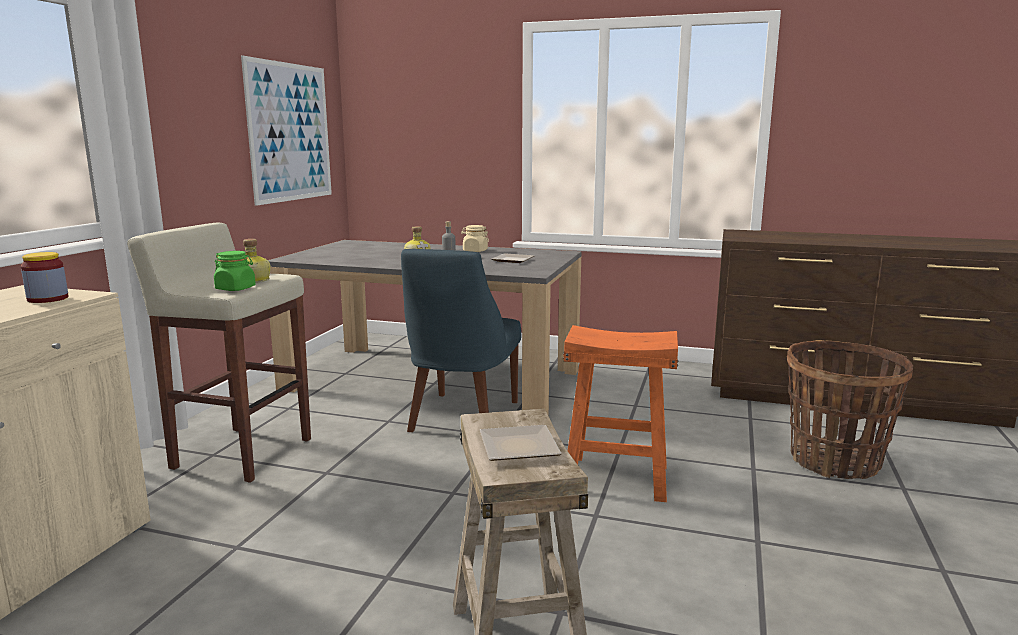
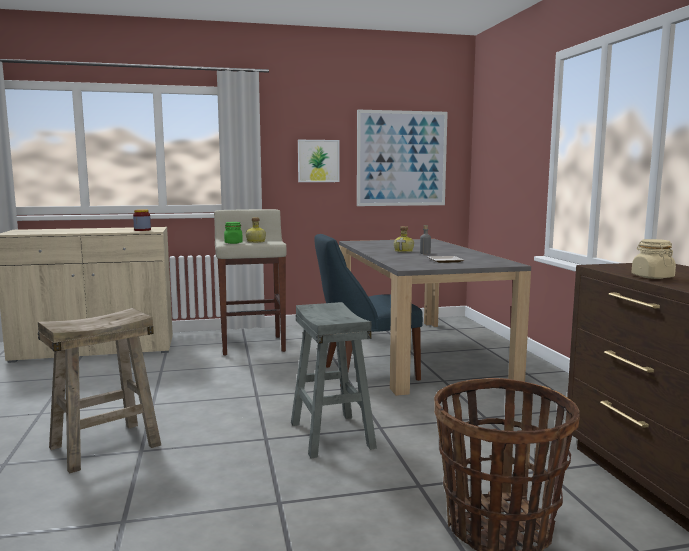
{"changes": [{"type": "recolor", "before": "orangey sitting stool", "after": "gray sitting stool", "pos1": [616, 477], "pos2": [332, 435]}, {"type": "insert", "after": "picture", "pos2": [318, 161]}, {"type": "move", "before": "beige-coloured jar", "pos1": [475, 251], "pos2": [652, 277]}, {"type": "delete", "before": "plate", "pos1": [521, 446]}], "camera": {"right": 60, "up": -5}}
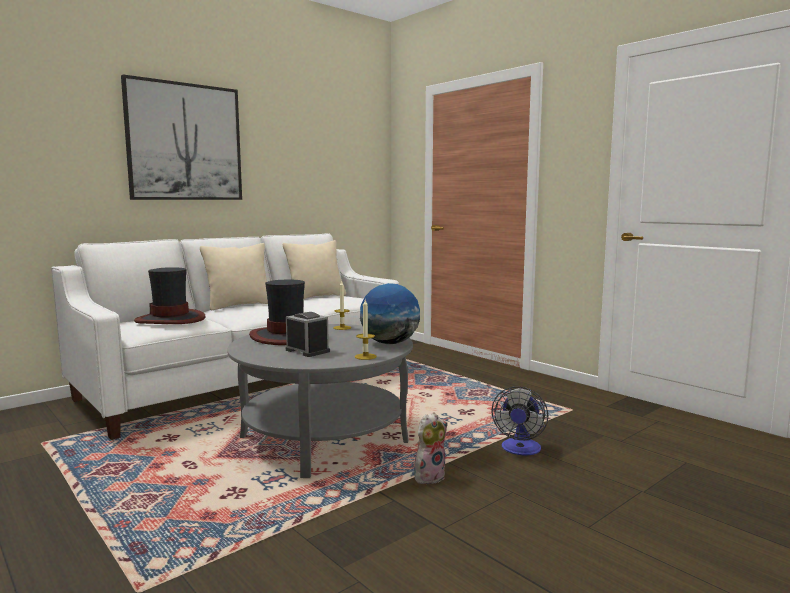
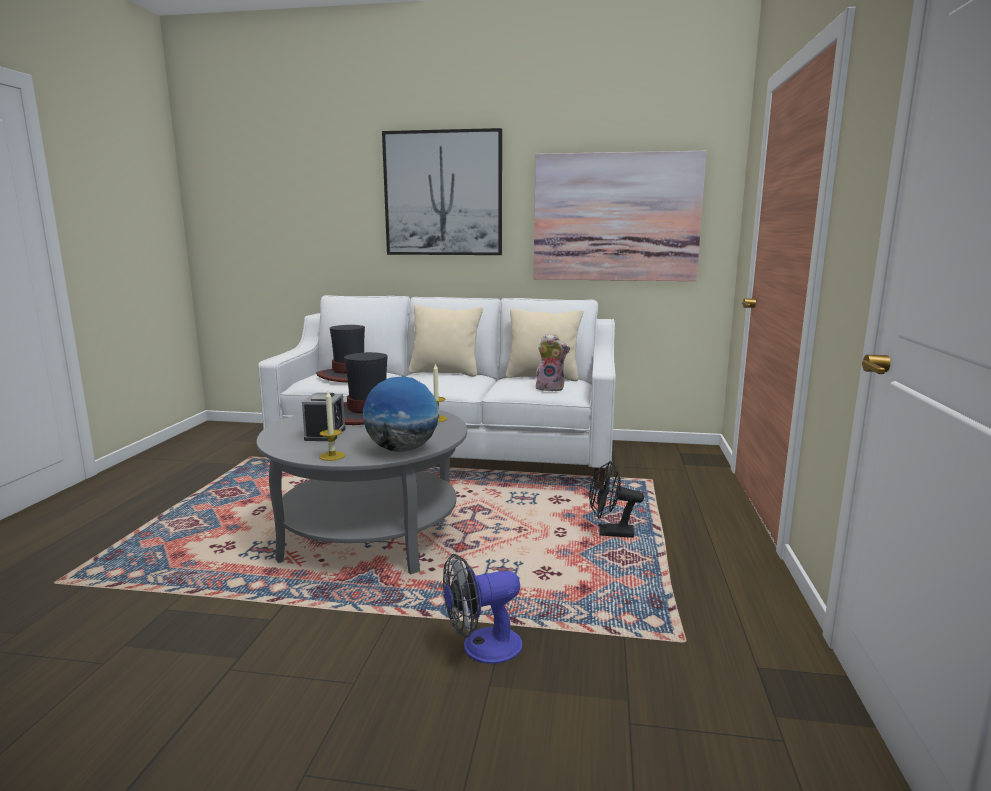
{"changes": [{"type": "insert", "after": "picture", "pos2": [616, 217]}, {"type": "move", "before": "plush toy", "pos1": [429, 476], "pos2": [551, 388]}, {"type": "insert", "after": "blackish cooling fan", "pos2": [609, 533]}], "camera": {"right": 50, "up": 5}}
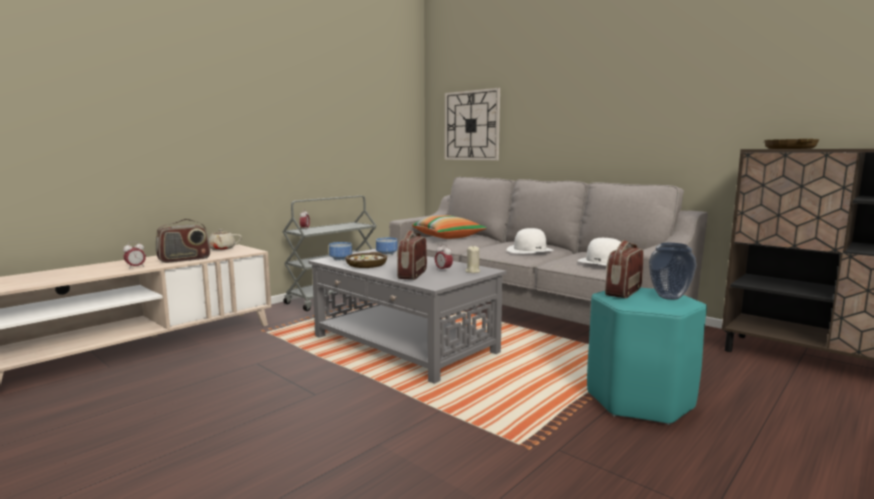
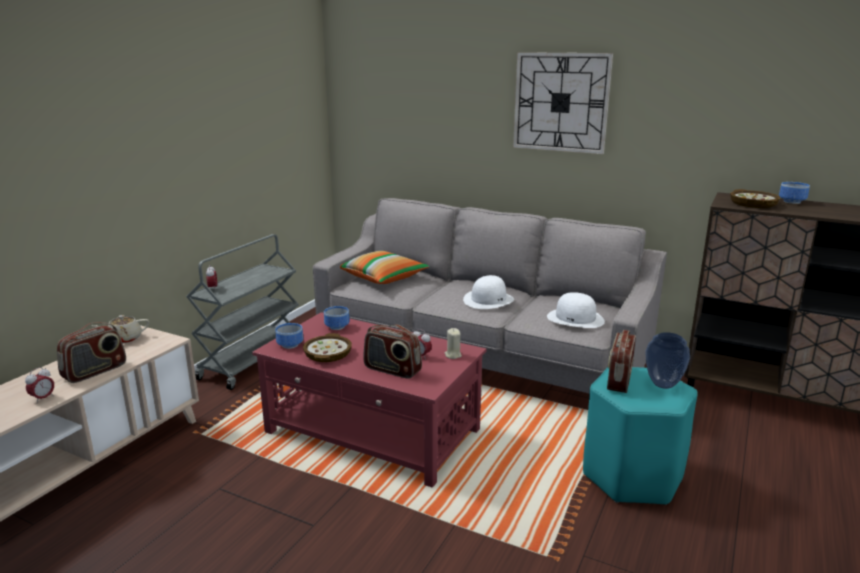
{"changes": [{"type": "recolor", "before": "gray coffee table", "after": "red coffee table", "pos1": [404, 344], "pos2": [373, 431]}, {"type": "rotate", "before": "radio set", "pos1": [412, 274], "pos2": [392, 370], "turn": -60}, {"type": "move", "before": "clock on the wall", "pos1": [471, 125], "pos2": [561, 102]}, {"type": "insert", "after": "deep dish", "pos2": [790, 201]}], "camera": {"right": -15, "up": 10}}
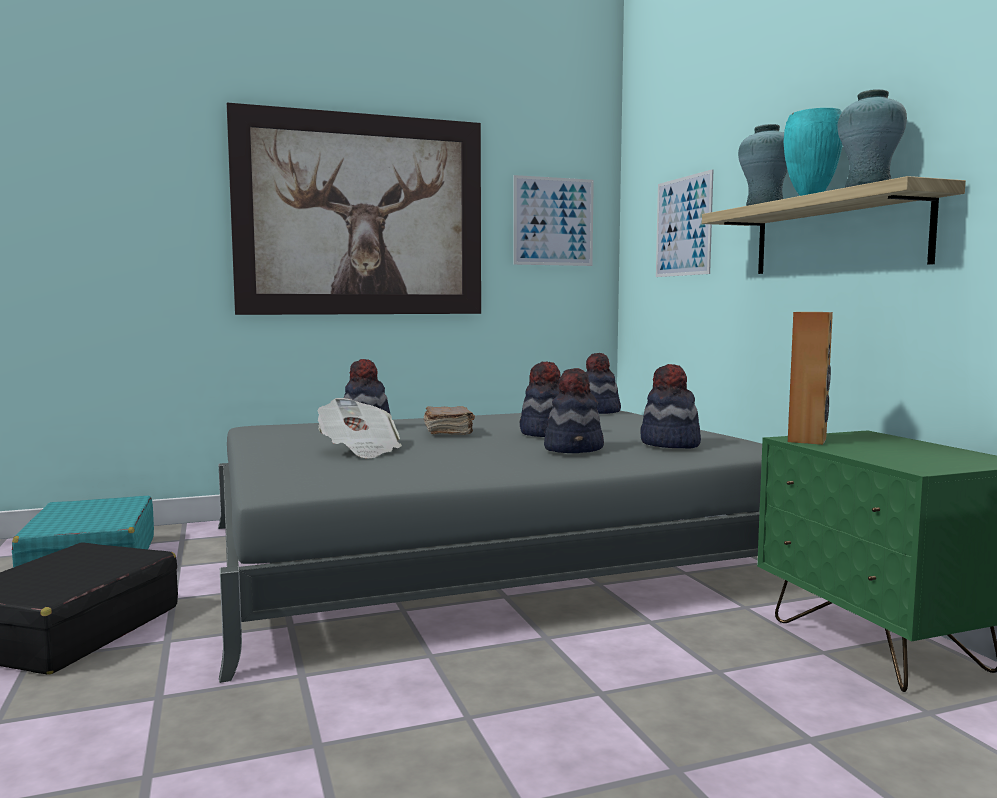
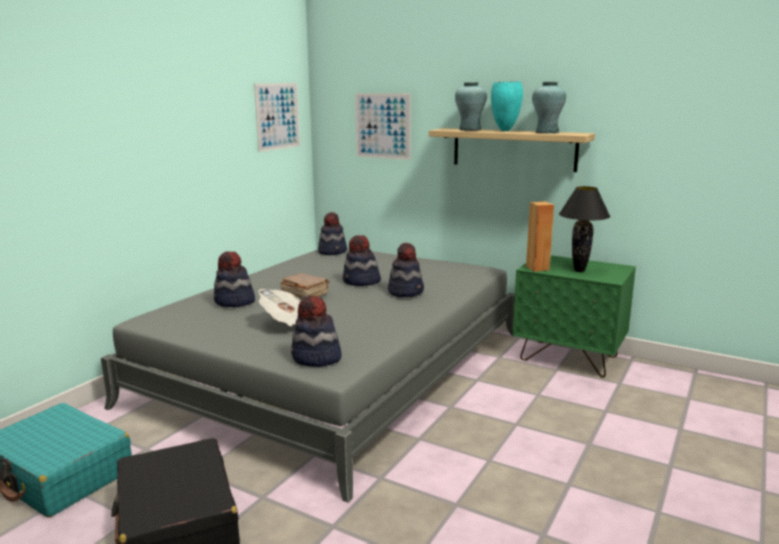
{"changes": [{"type": "move", "before": "wearable hat", "pos1": [669, 444], "pos2": [316, 358]}, {"type": "insert", "after": "blackish table lamp", "pos2": [580, 271]}, {"type": "delete", "before": "picture", "pos1": [361, 215]}], "camera": {"right": -40, "up": 10}}
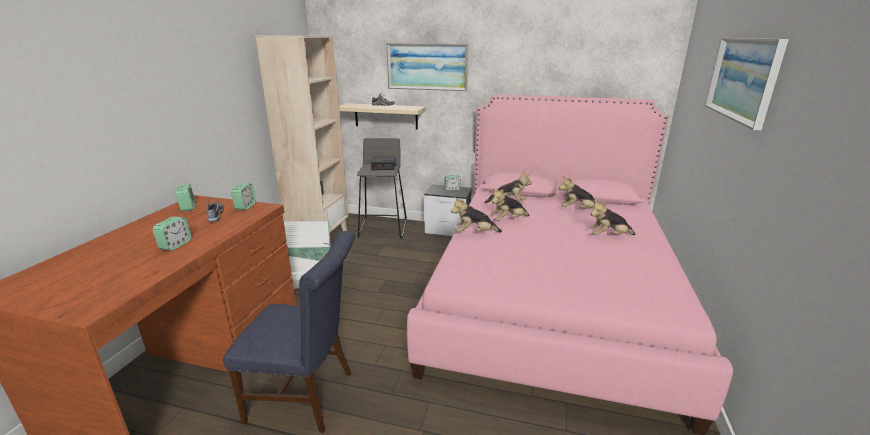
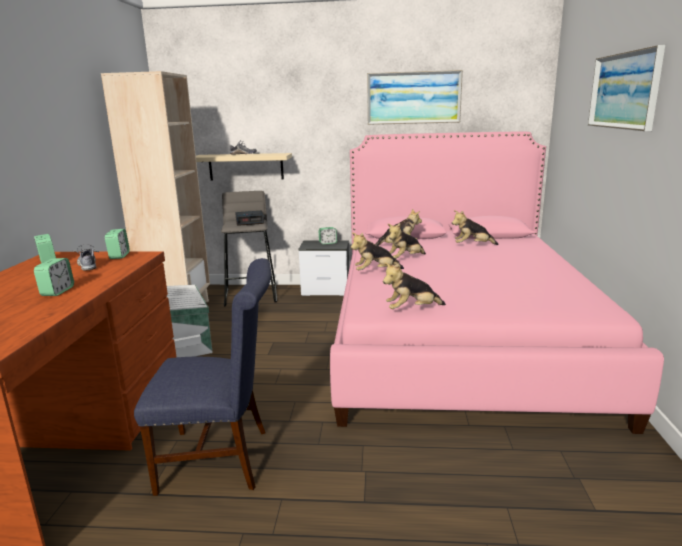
{"changes": [{"type": "move", "before": "picture", "pos1": [427, 66], "pos2": [413, 97]}, {"type": "move", "before": "plush toy", "pos1": [608, 236], "pos2": [411, 310]}], "camera": {"right": -10, "up": -5}}
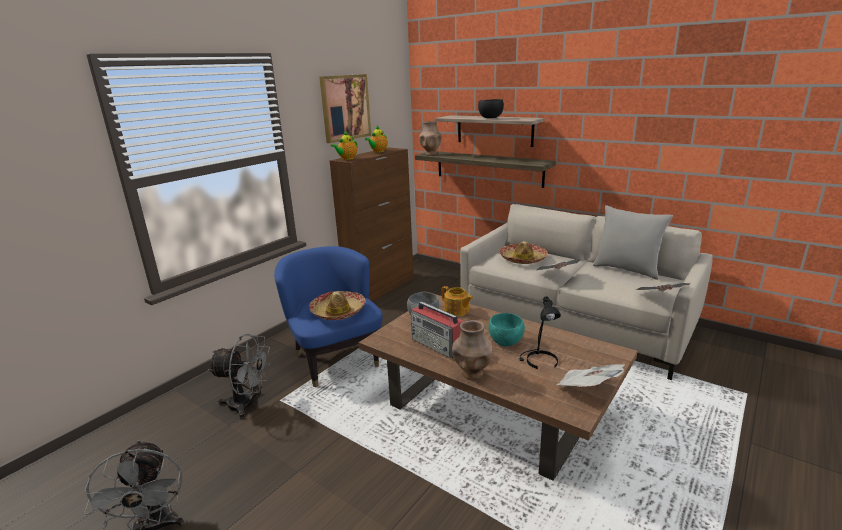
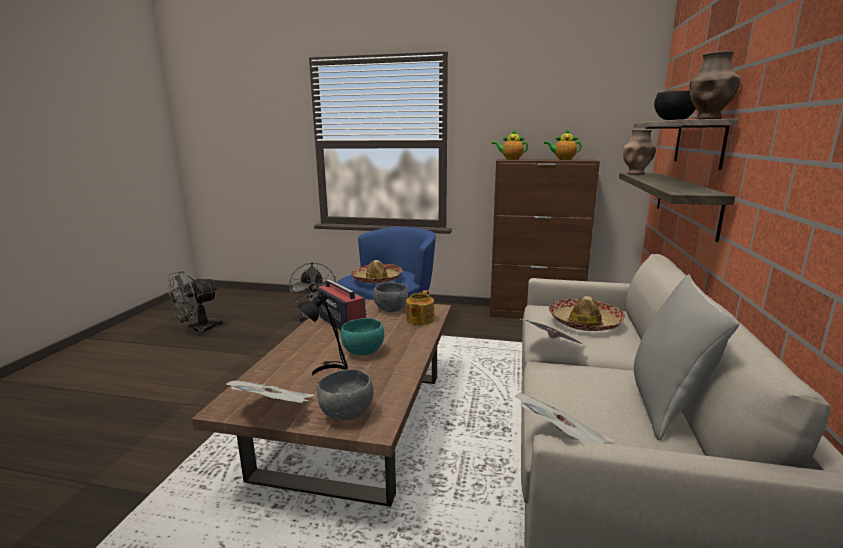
{"changes": [{"type": "insert", "after": "gray deep dish", "pos2": [347, 415]}, {"type": "rotate", "before": "radio set", "pos1": [438, 345], "pos2": [342, 324], "turn": 120}, {"type": "move", "before": "brown flower vase", "pos1": [472, 374], "pos2": [707, 119]}, {"type": "delete", "before": "picture", "pos1": [345, 107]}], "camera": {"right": 65, "up": -5}}
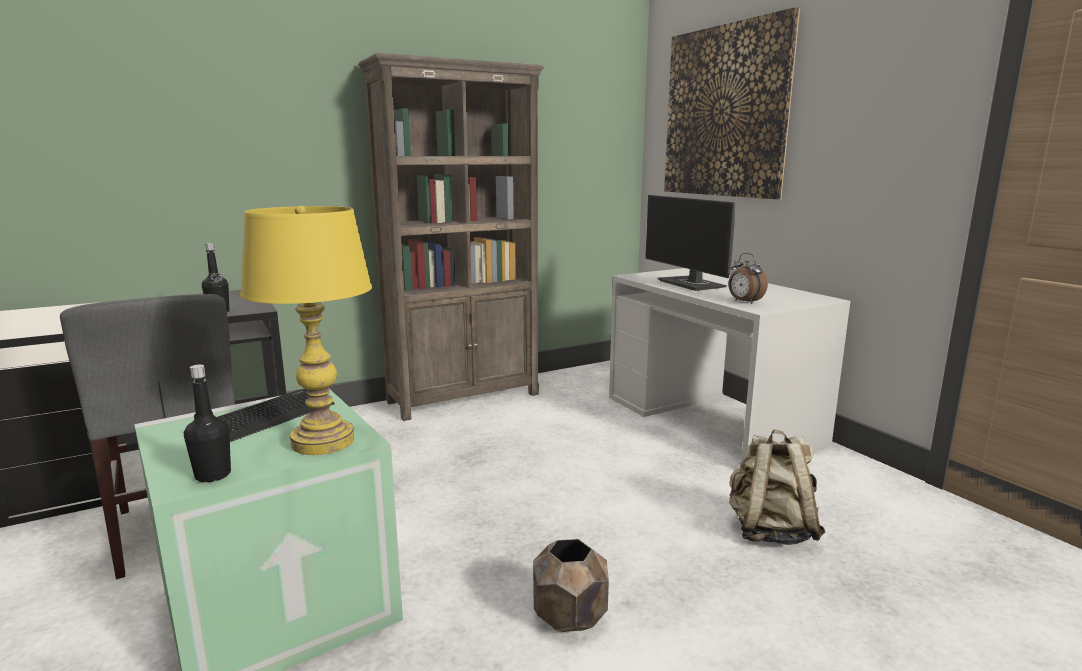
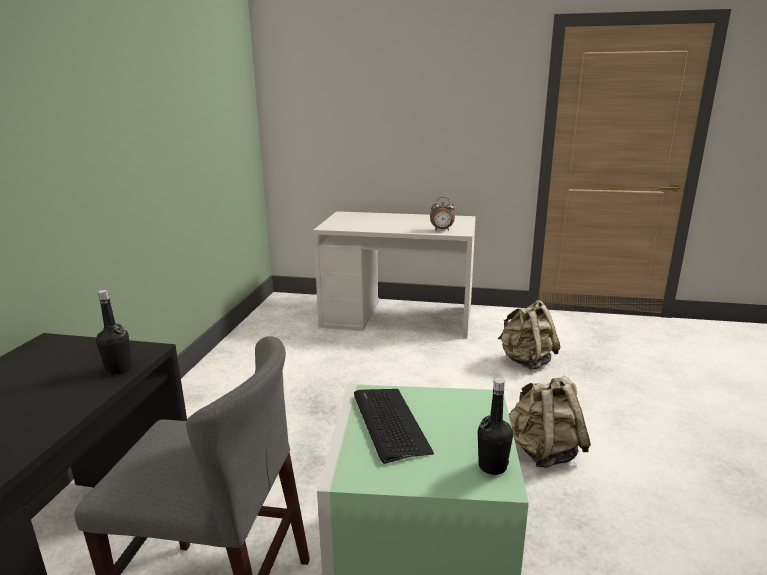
{"changes": [{"type": "replace", "before": "brown planter", "after": "beige-coloured backpack", "pos1": [568, 617], "pos2": [544, 452]}, {"type": "delete", "before": "yellow table lamp", "pos1": [323, 441]}, {"type": "delete", "before": "brown bookcase", "pos1": [464, 398]}, {"type": "delete", "before": "computer display", "pos1": [692, 284]}, {"type": "delete", "before": "picture", "pos1": [725, 112]}], "camera": {"right": -50, "up": 5}}
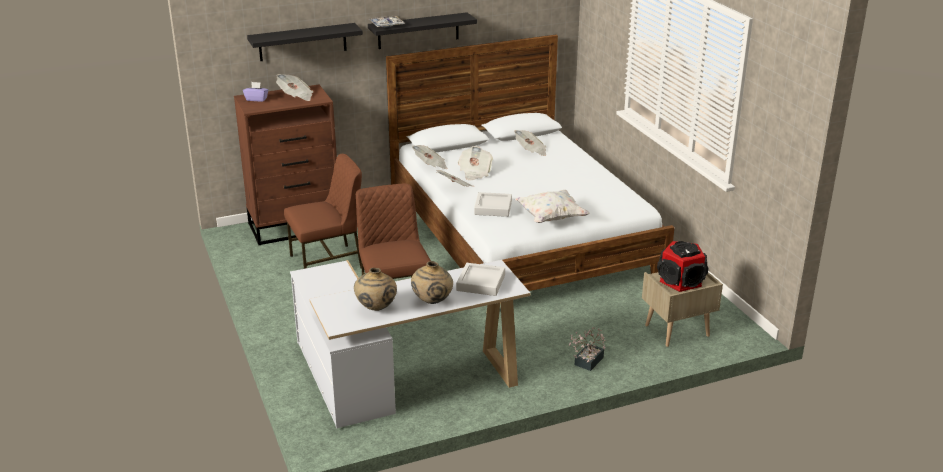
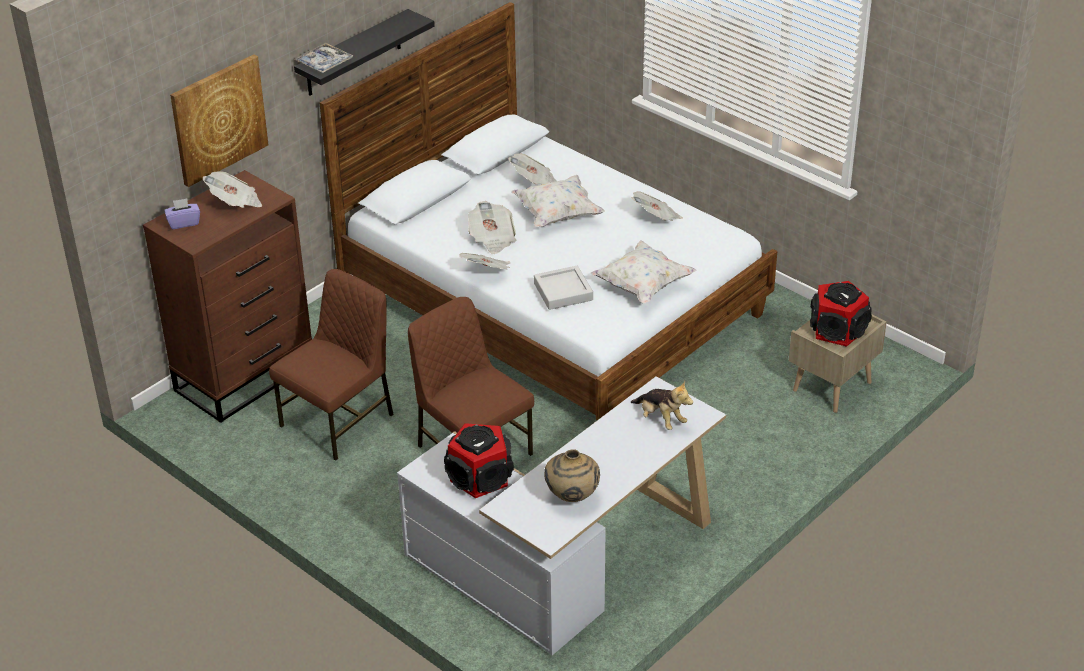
{"changes": [{"type": "replace", "before": "blackish bracket shelf", "after": "picture", "pos1": [302, 42], "pos2": [218, 119]}, {"type": "insert", "after": "loudspeaker", "pos2": [481, 478]}, {"type": "insert", "after": "white pillow", "pos2": [557, 215]}, {"type": "replace", "before": "gray tray", "after": "plush toy", "pos1": [481, 283], "pos2": [660, 419]}, {"type": "move", "before": "daily paper", "pos1": [430, 166], "pos2": [656, 218]}, {"type": "delete", "before": "beige-coloured flower vase", "pos1": [432, 302]}, {"type": "delete", "before": "houseplant", "pos1": [586, 363]}], "camera": {"right": -25, "up": 10}}
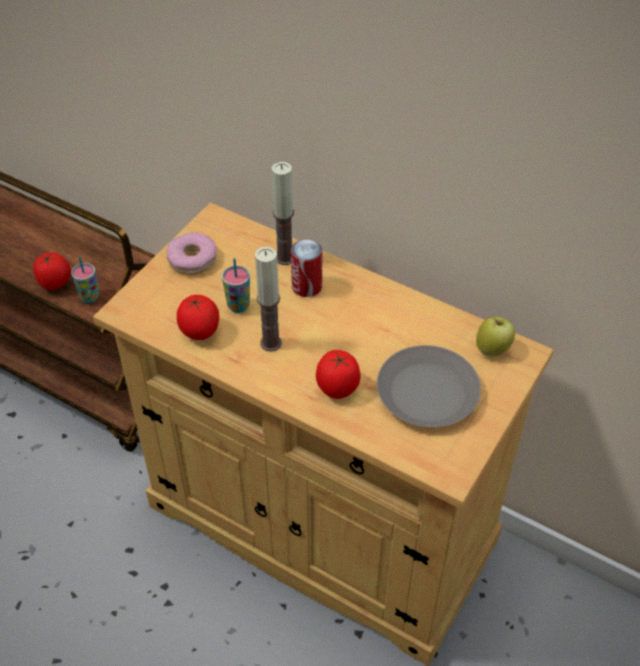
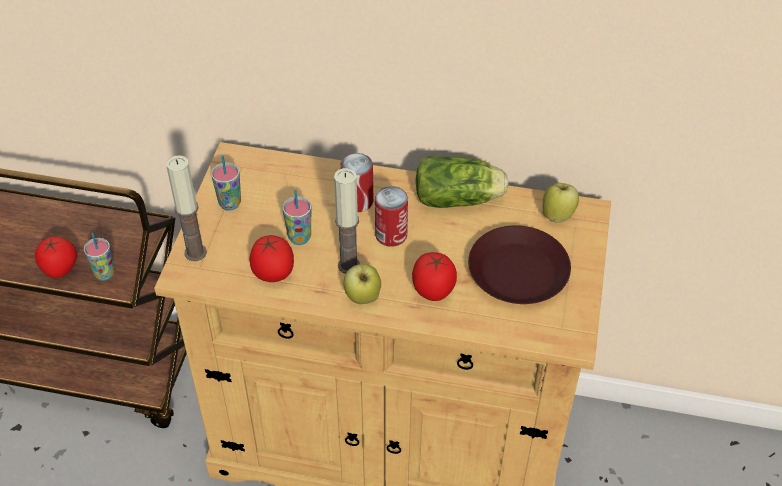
{"changes": [{"type": "move", "before": "candle", "pos1": [285, 258], "pos2": [195, 253]}, {"type": "replace", "before": "donut", "after": "cup", "pos1": [192, 259], "pos2": [230, 203]}, {"type": "insert", "after": "apple fruit", "pos2": [362, 298]}, {"type": "insert", "after": "sealed can", "pos2": [391, 235]}, {"type": "insert", "after": "lettuce head", "pos2": [460, 199]}, {"type": "recolor", "before": "gray plate", "after": "brown plate", "pos1": [426, 393], "pos2": [517, 273]}], "camera": {"right": -20, "up": 0}}
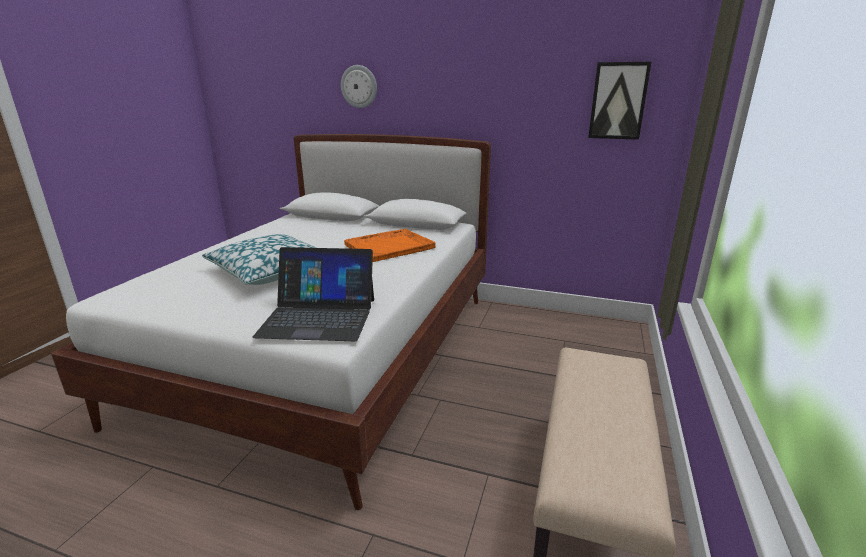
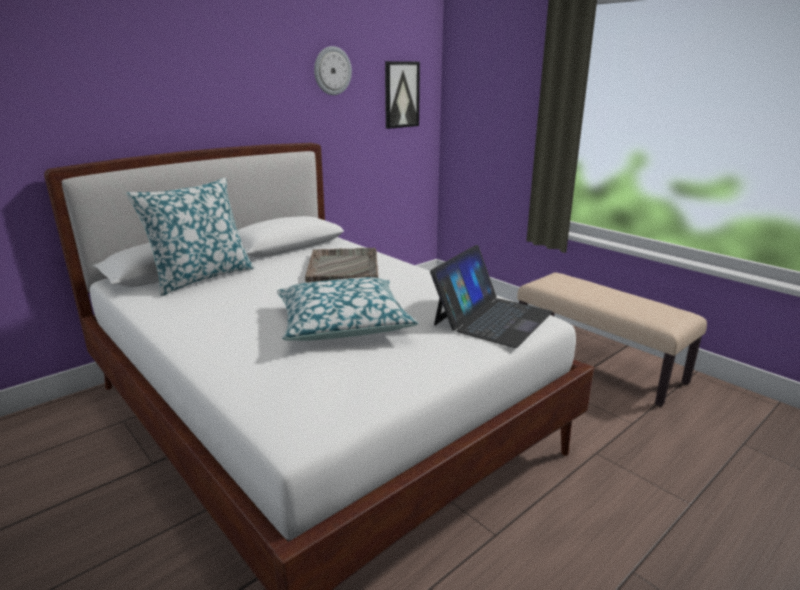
{"changes": [{"type": "insert", "after": "pillow", "pos2": [201, 277]}, {"type": "recolor", "before": "orangey tray", "after": "gray tray", "pos1": [390, 246], "pos2": [343, 267]}, {"type": "move", "before": "clock on the wall", "pos1": [359, 86], "pos2": [332, 71]}], "camera": {"right": -60, "up": 0}}
